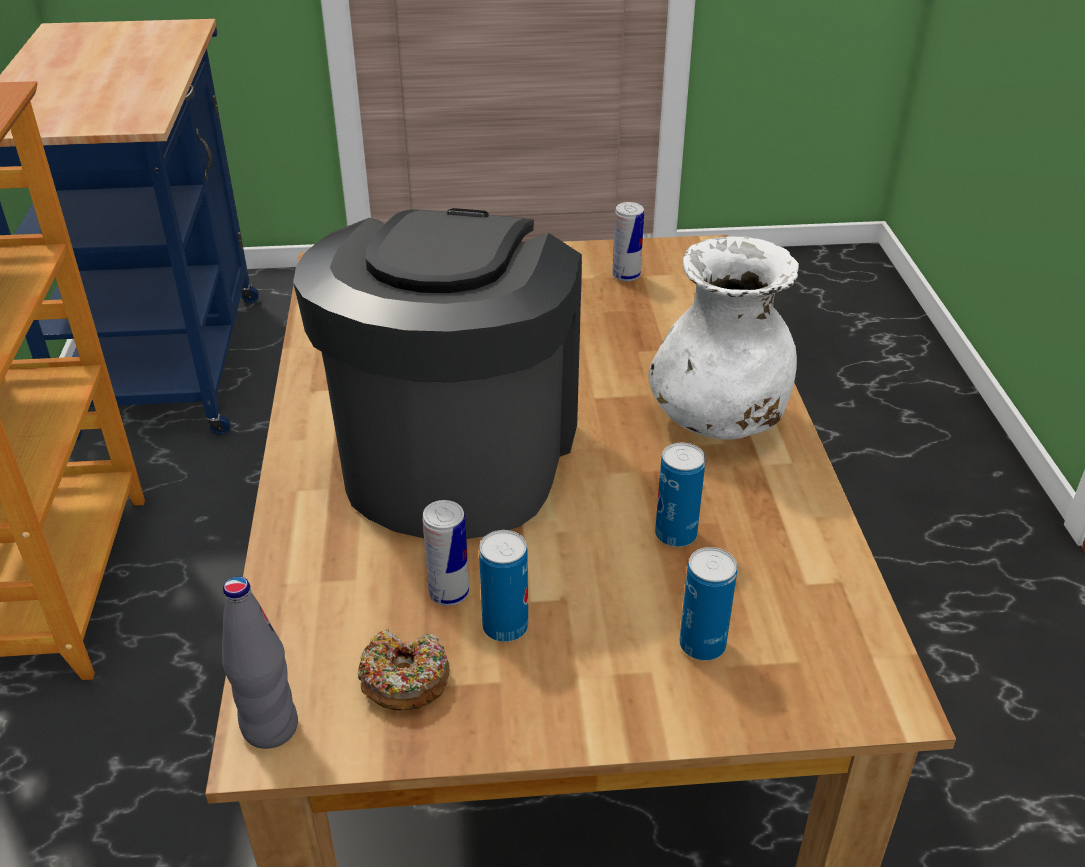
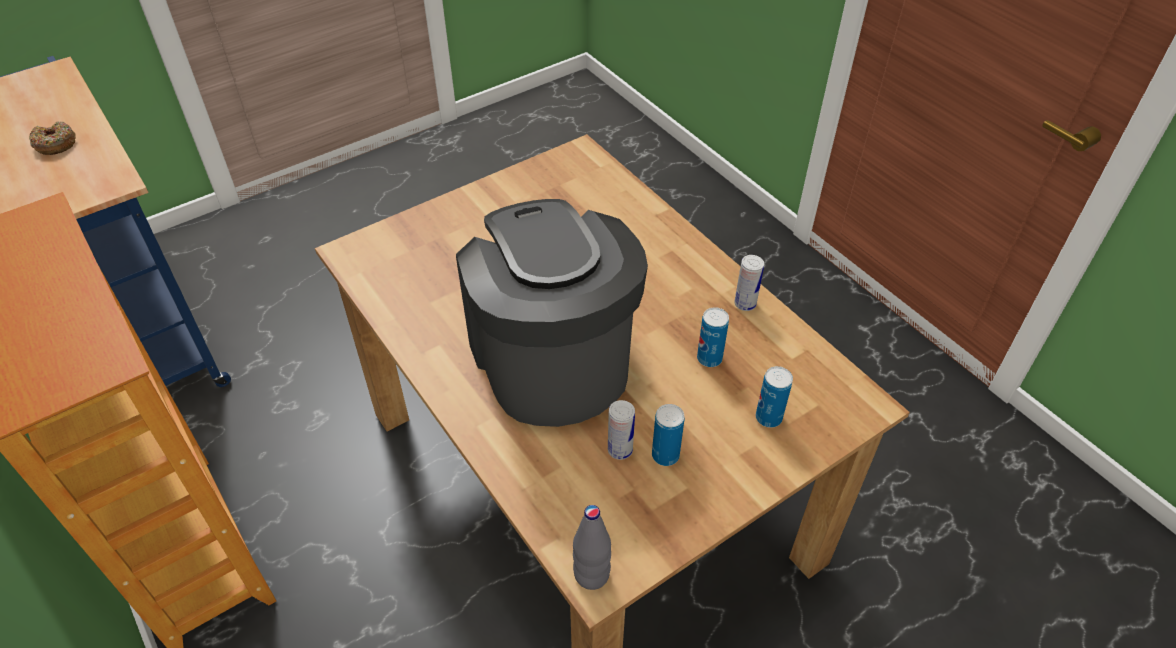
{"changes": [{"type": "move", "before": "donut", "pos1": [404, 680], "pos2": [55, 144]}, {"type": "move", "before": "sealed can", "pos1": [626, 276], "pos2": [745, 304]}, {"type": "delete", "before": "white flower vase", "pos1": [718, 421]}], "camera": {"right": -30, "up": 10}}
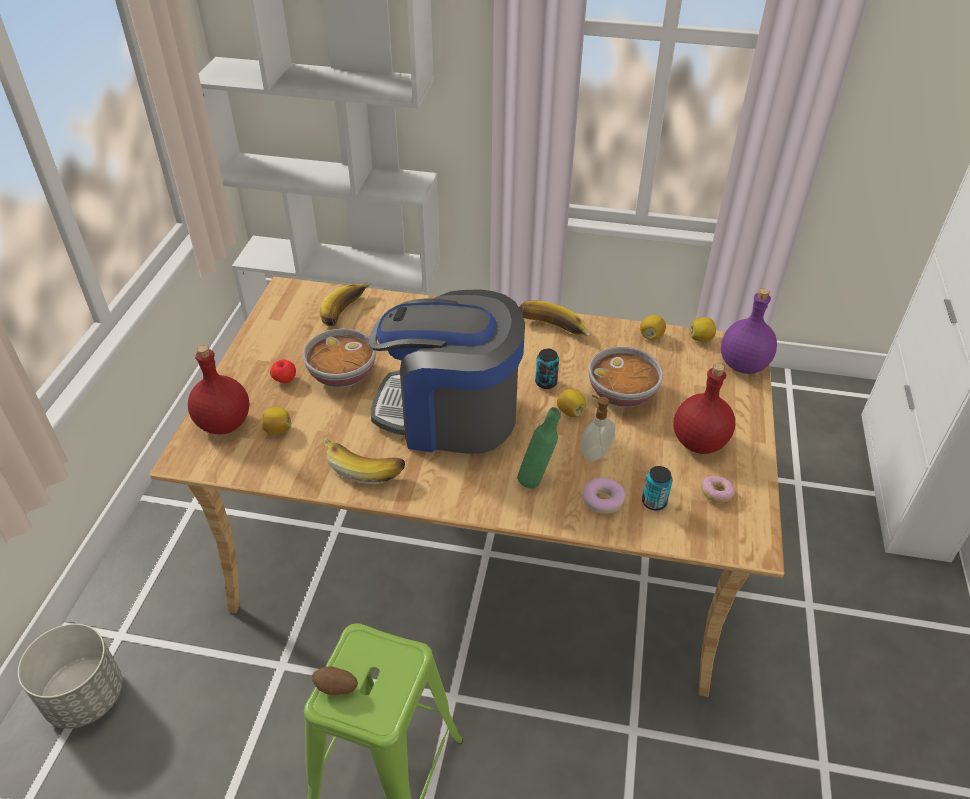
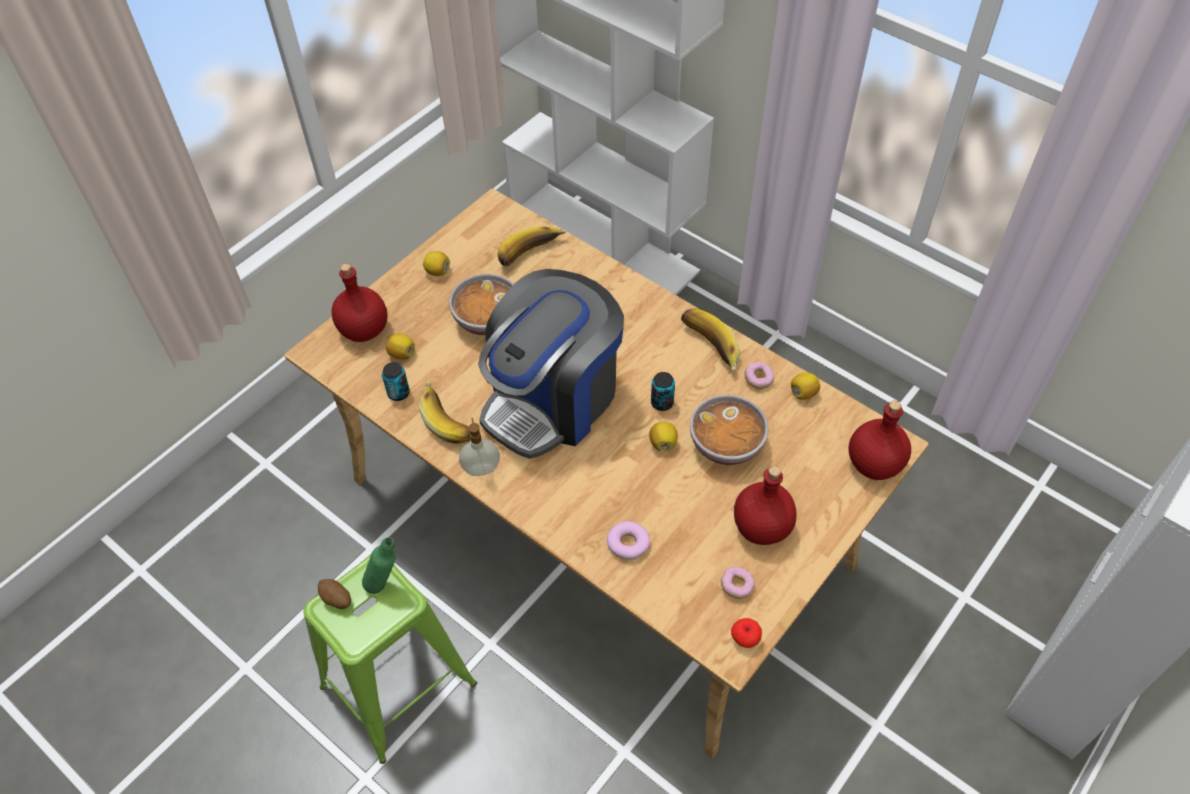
{"changes": [{"type": "move", "before": "greenish drink bottle", "pos1": [536, 478], "pos2": [385, 584]}, {"type": "move", "before": "sealed can", "pos1": [654, 502], "pos2": [398, 393]}, {"type": "move", "before": "whole lemon", "pos1": [701, 338], "pos2": [437, 271]}, {"type": "move", "before": "liquid soap bottle", "pos1": [594, 453], "pos2": [481, 468]}, {"type": "rotate", "before": "coffee brewer", "pos1": [449, 414], "pos2": [553, 399], "turn": -90}, {"type": "move", "before": "apple fruit", "pos1": [285, 380], "pos2": [745, 638]}, {"type": "insert", "after": "donut", "pos2": [758, 379]}, {"type": "recolor", "before": "purple-coloured drink bottle", "after": "red drink bottle", "pos1": [742, 365], "pos2": [873, 464]}, {"type": "delete", "before": "gray planter", "pos1": [85, 697]}], "camera": {"right": 30, "up": 10}}
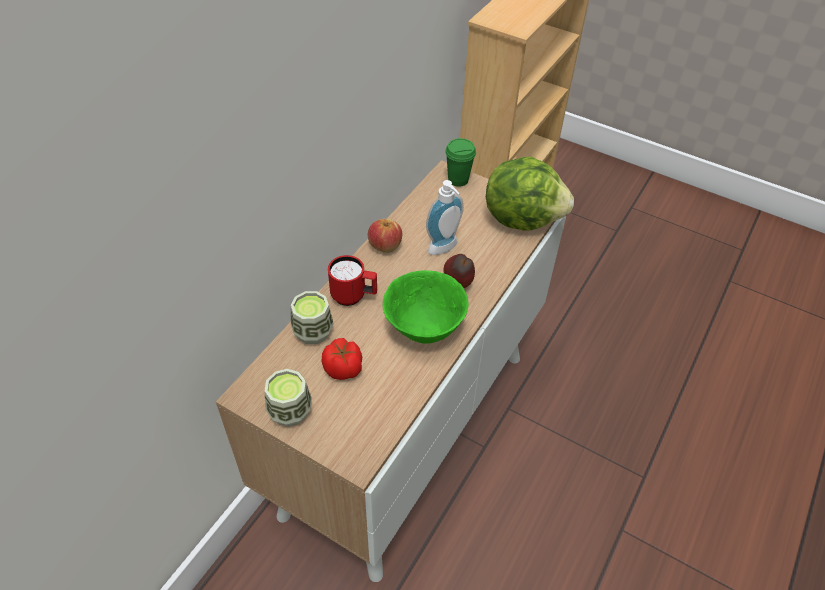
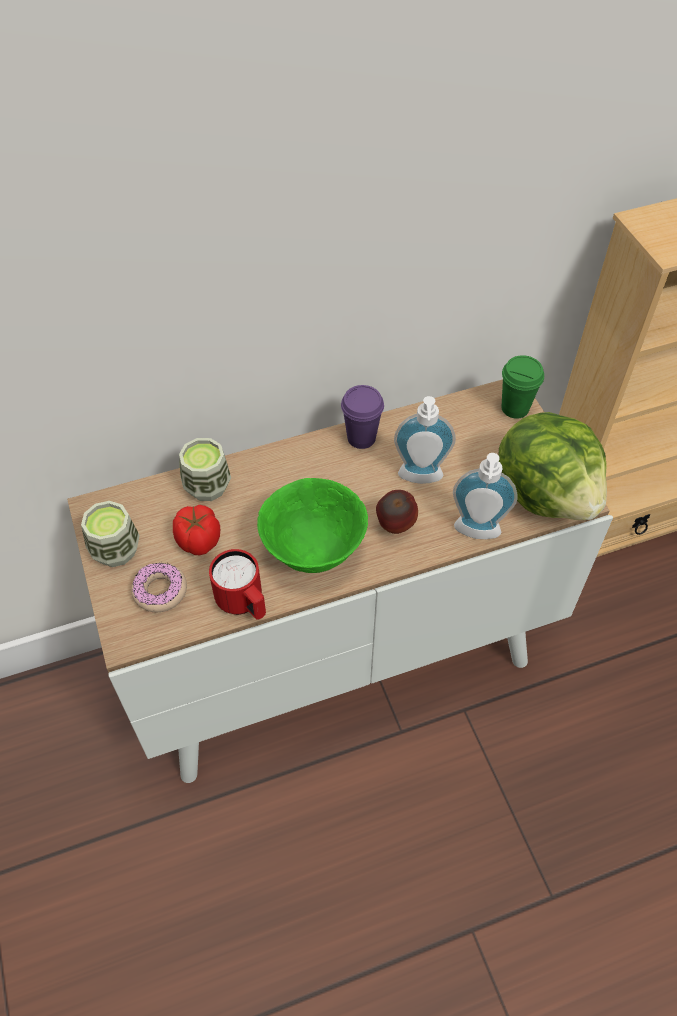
{"changes": [{"type": "insert", "after": "donut", "pos2": [160, 591]}, {"type": "move", "before": "red tea mug", "pos1": [354, 296], "pos2": [243, 604]}, {"type": "replace", "before": "apple fruit", "after": "purple-coloured cup", "pos1": [385, 245], "pos2": [361, 438]}, {"type": "insert", "after": "liquid soap bottle", "pos2": [476, 534]}], "camera": {"right": 40, "up": 5}}
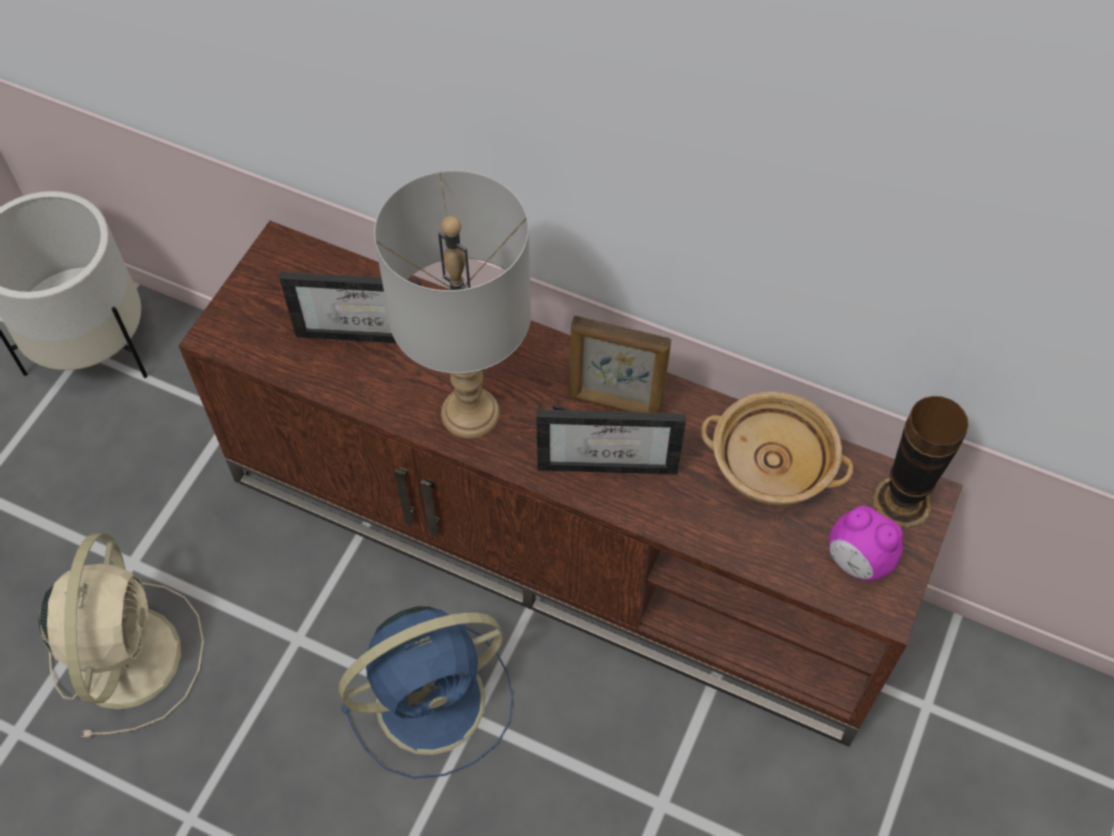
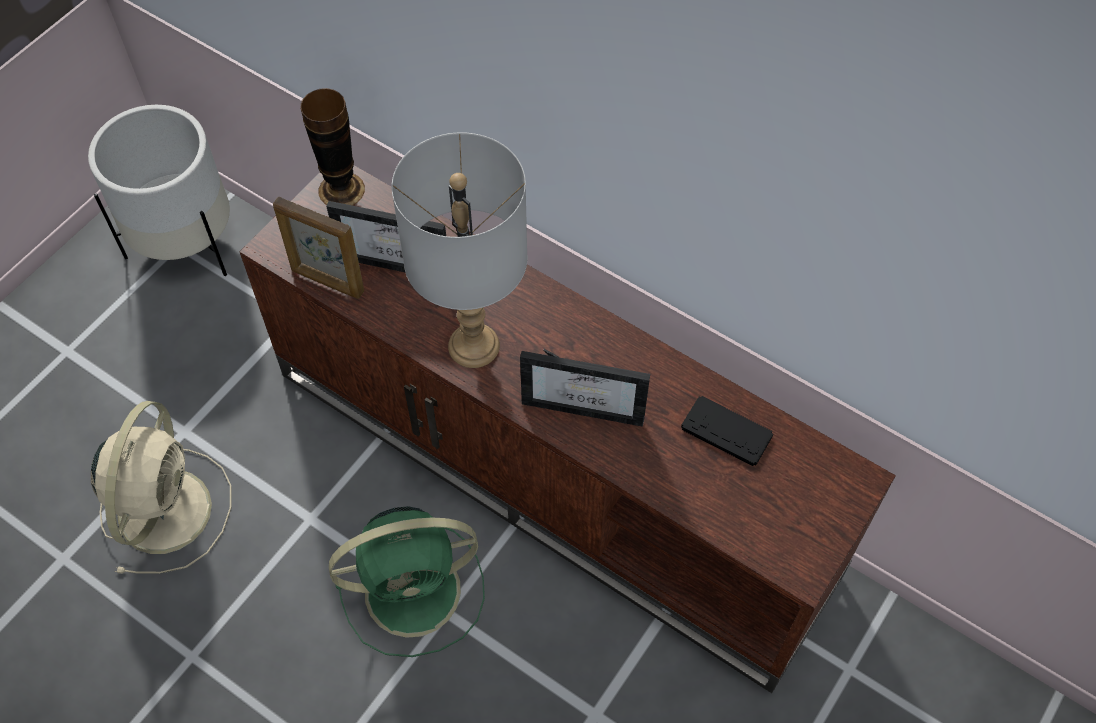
{"changes": [{"type": "move", "before": "photo frame", "pos1": [615, 404], "pos2": [327, 281]}, {"type": "move", "before": "flower vase", "pos1": [901, 501], "pos2": [341, 190]}, {"type": "recolor", "before": "blue-coloured cooling fan", "after": "greenish cooling fan", "pos1": [435, 699], "pos2": [417, 590]}, {"type": "replace", "before": "beige-coloured deep dish", "after": "blackish gamepad", "pos1": [770, 466], "pos2": [726, 432]}, {"type": "delete", "before": "bedside clock", "pos1": [858, 561]}], "camera": {"right": 10, "up": 0}}
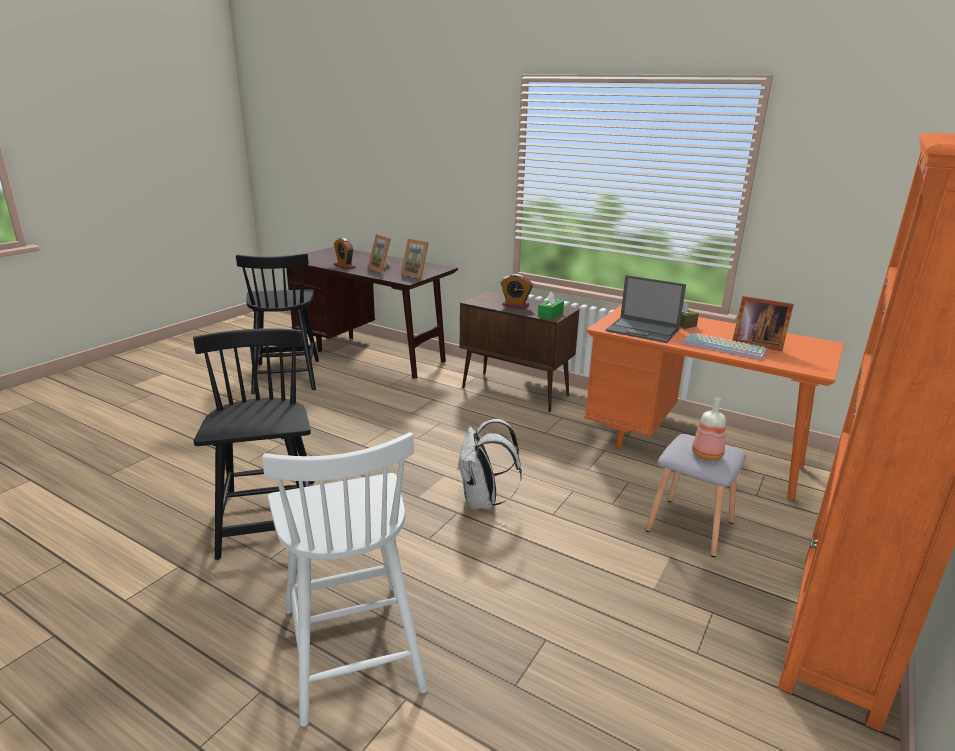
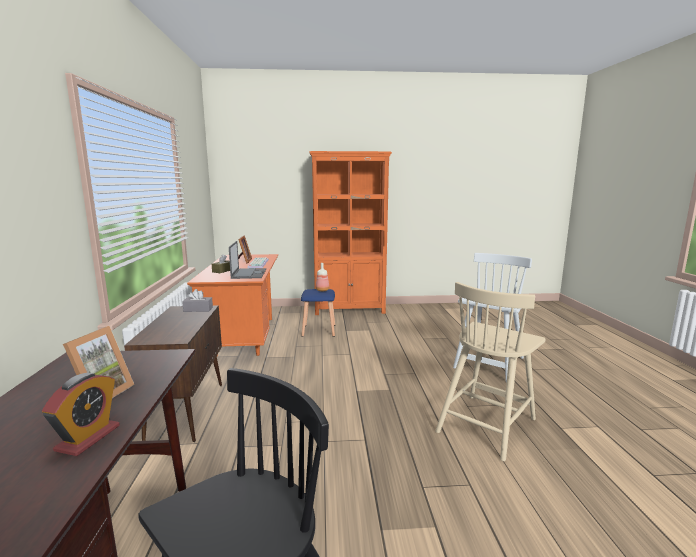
{"changes": [{"type": "recolor", "before": "greenish box of tissues", "after": "gray box of tissues", "pos1": [550, 314], "pos2": [198, 309]}, {"type": "recolor", "before": "gray sitting stool", "after": "blue-coloured sitting stool", "pos1": [688, 526], "pos2": [319, 331]}, {"type": "recolor", "before": "blackish plain chair", "after": "beige-coloured plain chair", "pos1": [270, 519], "pos2": [486, 424]}, {"type": "delete", "before": "photo frame", "pos1": [417, 274]}, {"type": "delete", "before": "white backpack", "pos1": [483, 502]}, {"type": "delete", "before": "bedside clock", "pos1": [515, 305]}], "camera": {"right": -125, "up": -10}}
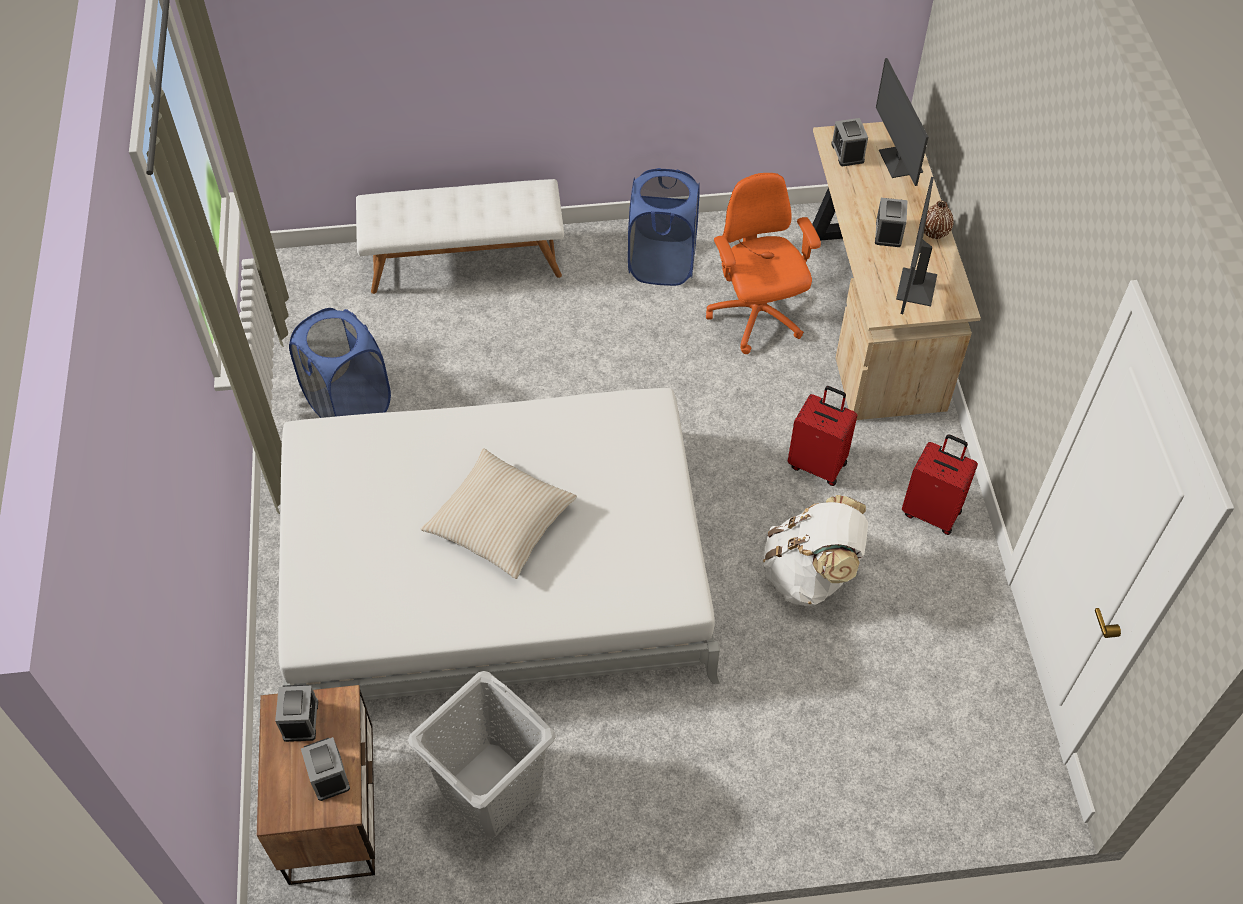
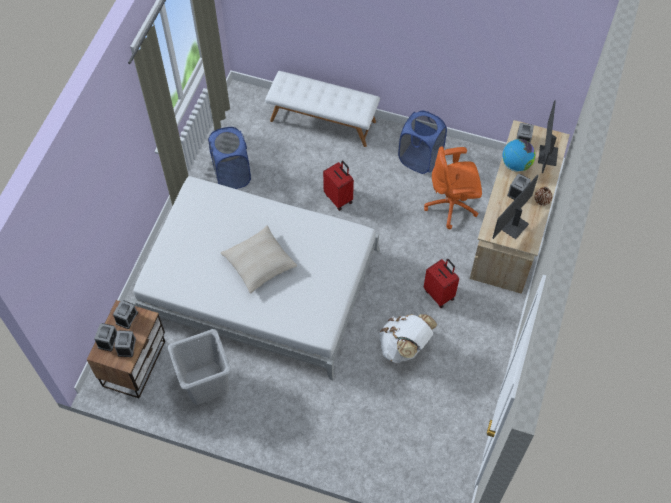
{"changes": [{"type": "insert", "after": "bedside clock", "pos2": [108, 340]}, {"type": "move", "before": "red suitcase", "pos1": [932, 512], "pos2": [339, 198]}, {"type": "rotate", "before": "orangey office chair", "pos1": [756, 317], "pos2": [452, 206], "turn": -105}, {"type": "insert", "after": "globe", "pos2": [516, 164]}], "camera": {"right": 25, "up": 5}}
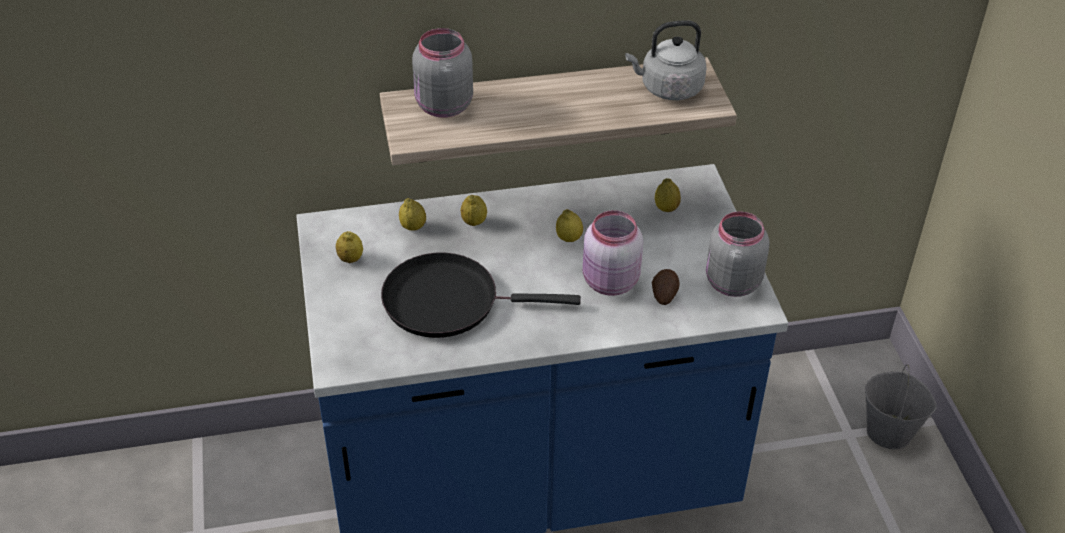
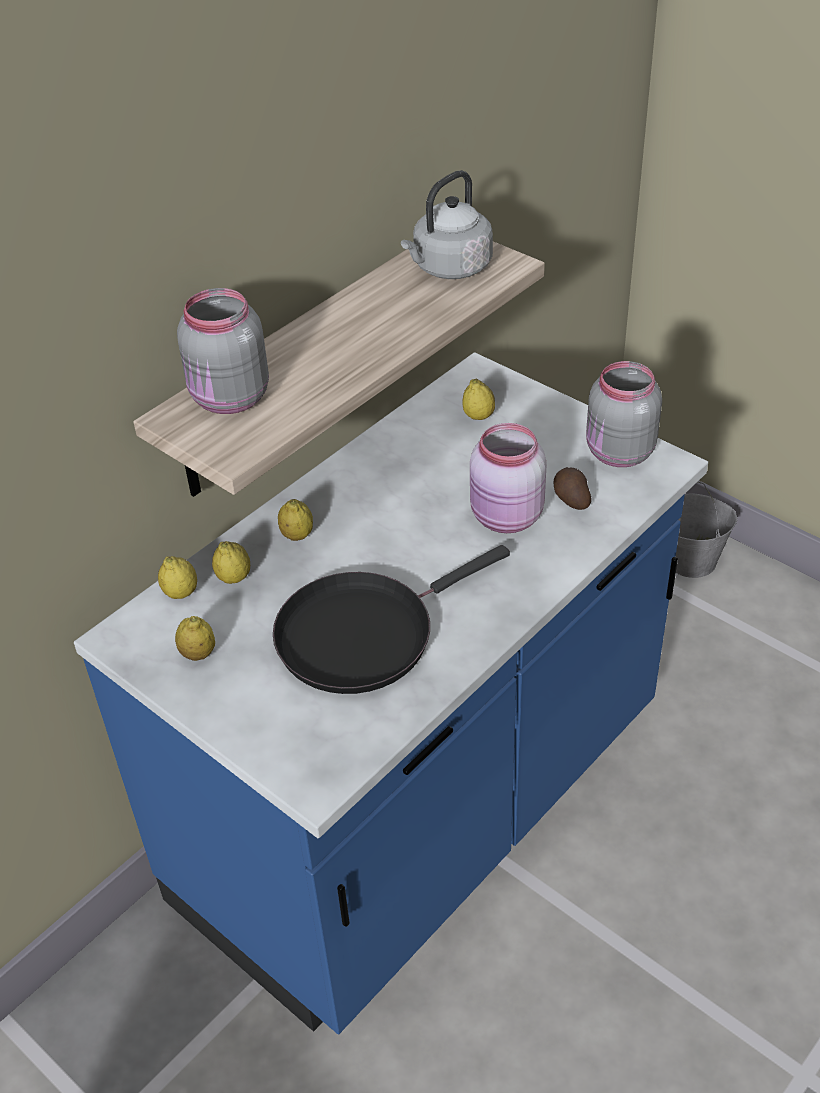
{"changes": [{"type": "move", "before": "whole lemon", "pos1": [569, 238], "pos2": [181, 593]}], "camera": {"right": -35, "up": 0}}
